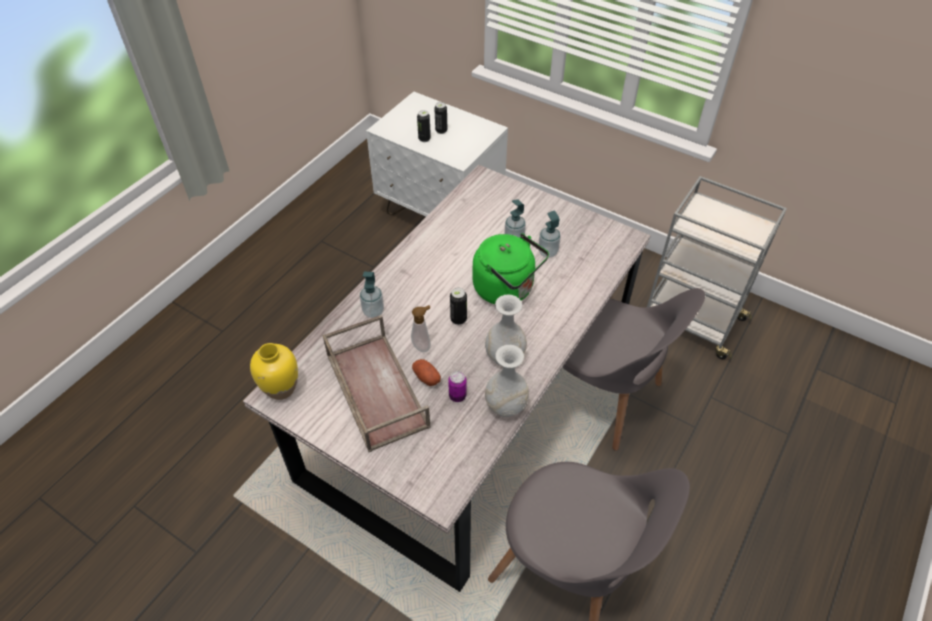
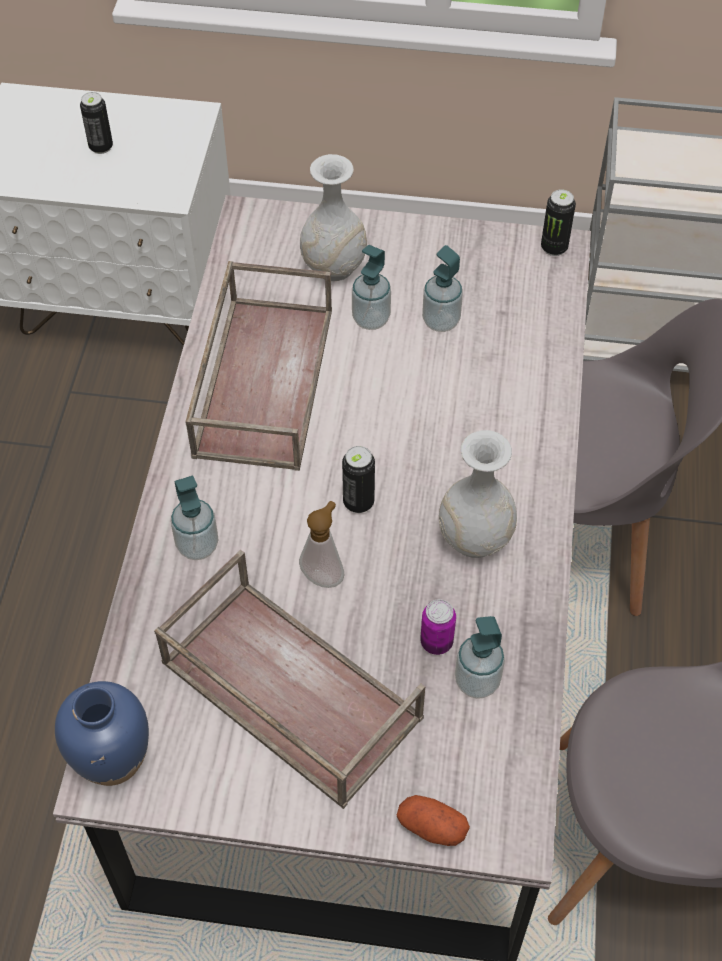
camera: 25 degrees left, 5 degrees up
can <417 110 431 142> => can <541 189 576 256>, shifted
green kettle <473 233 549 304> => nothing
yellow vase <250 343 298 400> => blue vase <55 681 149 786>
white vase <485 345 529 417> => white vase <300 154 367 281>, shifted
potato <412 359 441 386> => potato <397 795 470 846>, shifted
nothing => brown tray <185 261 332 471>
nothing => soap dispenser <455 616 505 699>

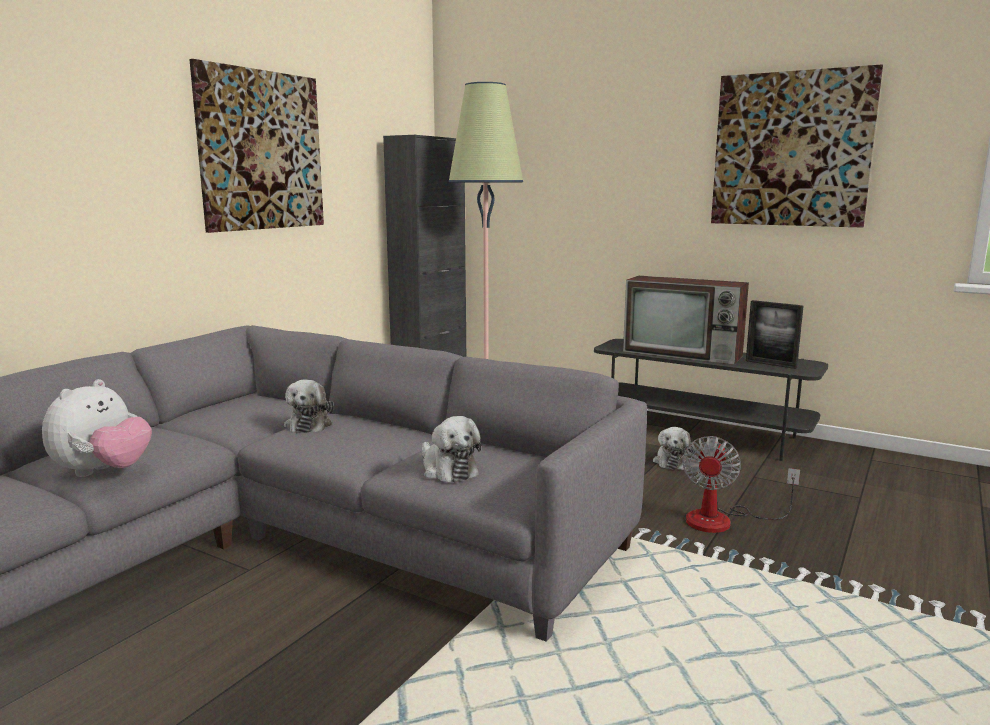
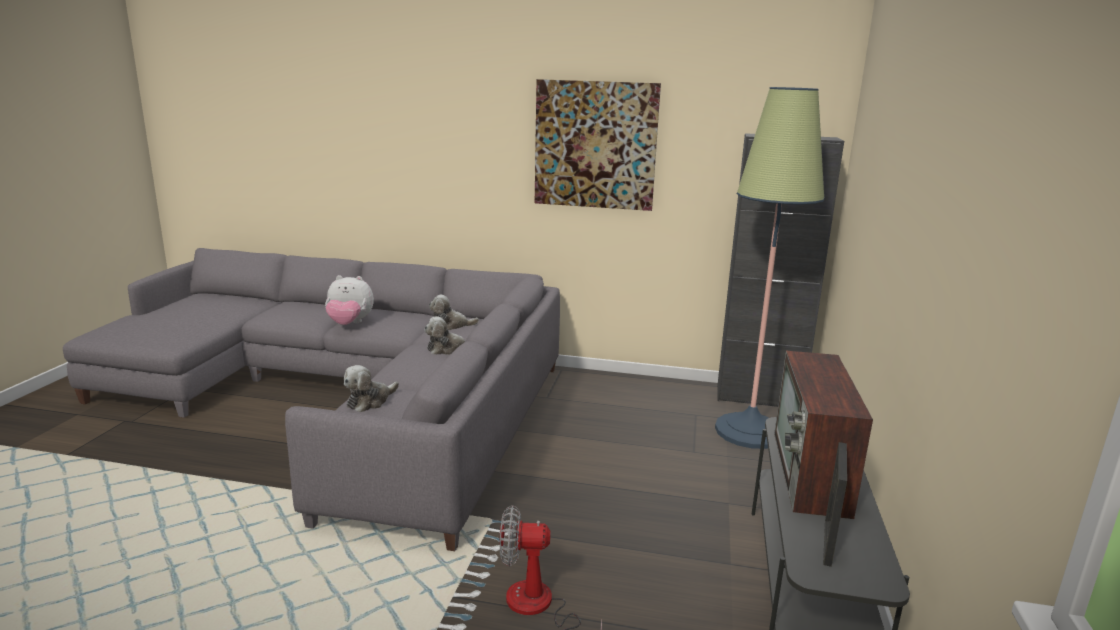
camera: 70 degrees right, 5 degrees up
picture <711 64 883 228> => nothing
plush toy <653 427 695 470> => plush toy <429 295 479 331>, shifted

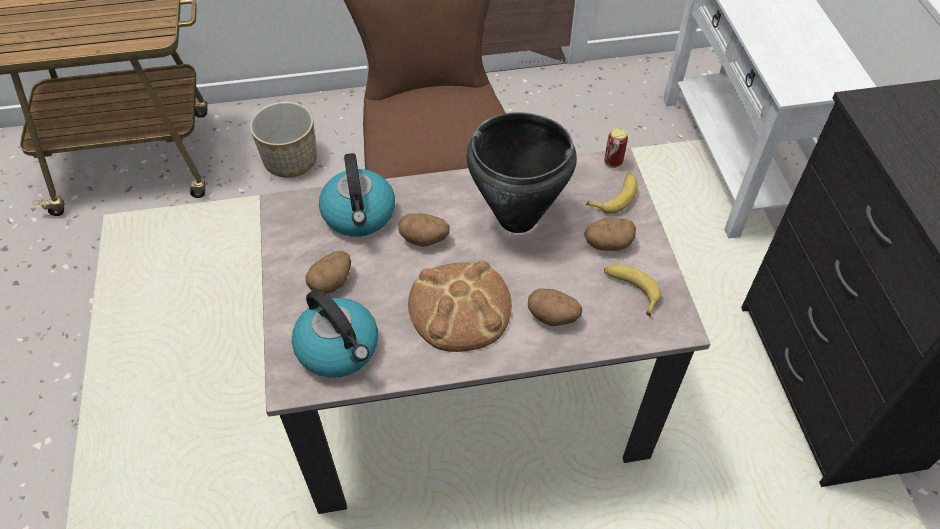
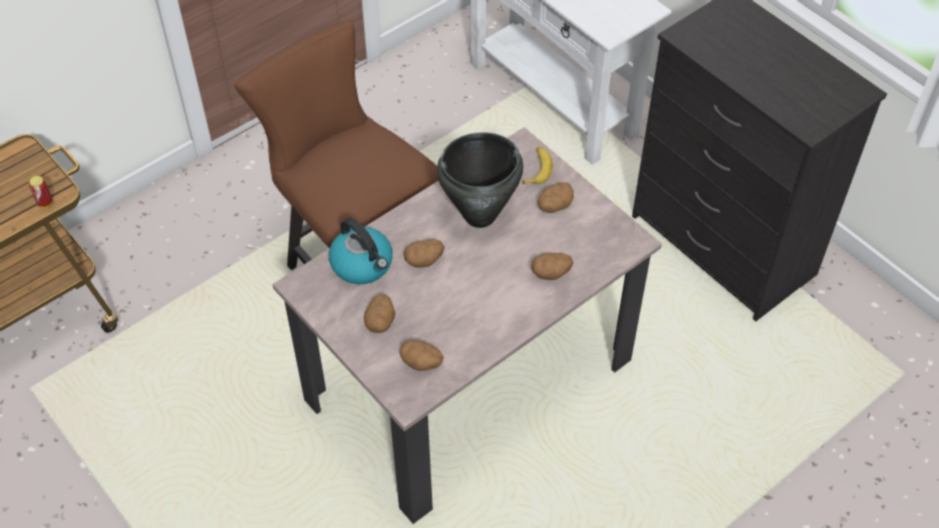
camera: 30 degrees left, 0 degrees up
planter <250 102 317 178> => nothing
can <604 128 628 168> => can <29 176 53 208>, shifted
bread <408 261 512 352> => nothing
banana <604 265 661 317> => nothing
kettle <292 289 378 378> => potato <399 340 444 371>

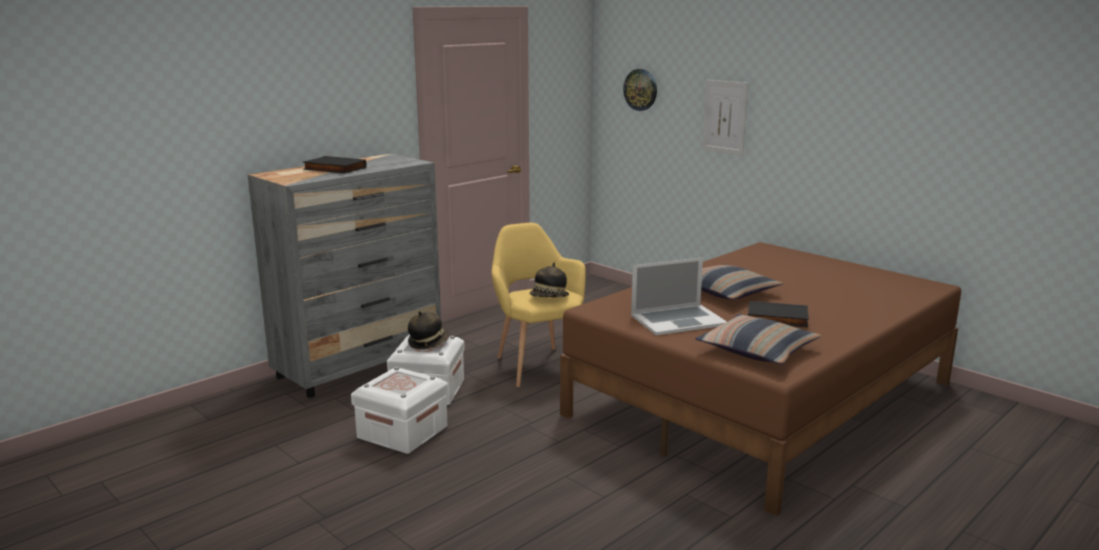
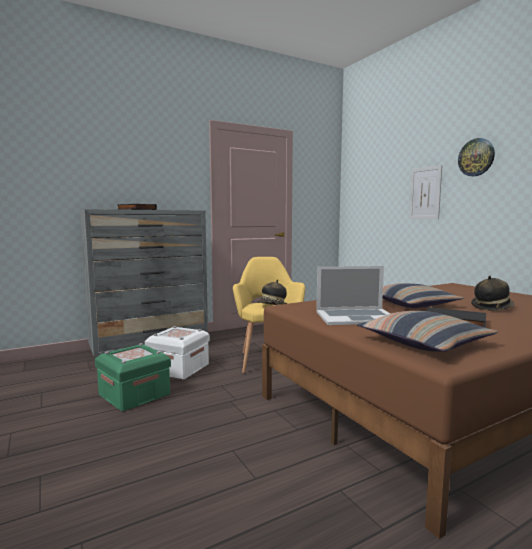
camera: 15 degrees right, 10 degrees down
wall clock <623 69 657 111> => wall clock <458 138 495 176>, shifted
hat <408 311 450 350> => hat <471 275 515 311>, shifted
white storage box <351 367 448 454> => green storage box <95 343 171 412>

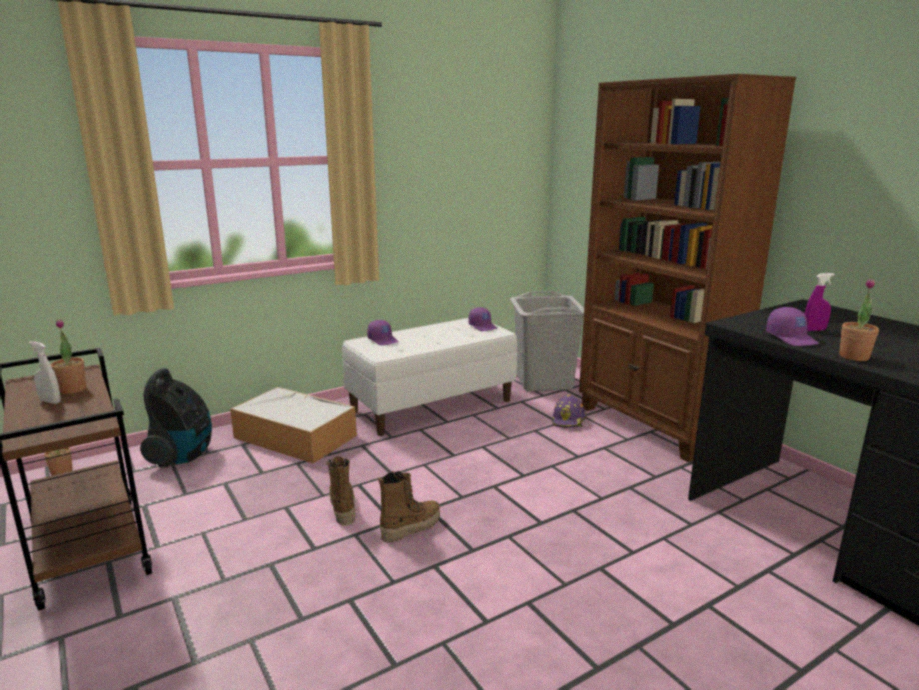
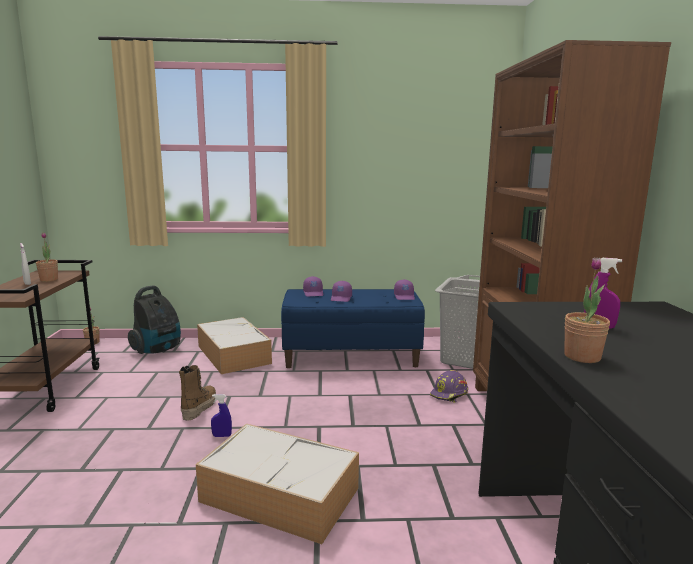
camera: 30 degrees right, 5 degrees down
purple cap <766 307 819 346> => purple cap <331 281 352 302>, shifted
white bench <342 318 518 436> => blue bench <281 289 425 368>
boot <378 471 440 543> => blue spray bottle <211 394 232 437>
nothing => storage box <196 424 359 544>

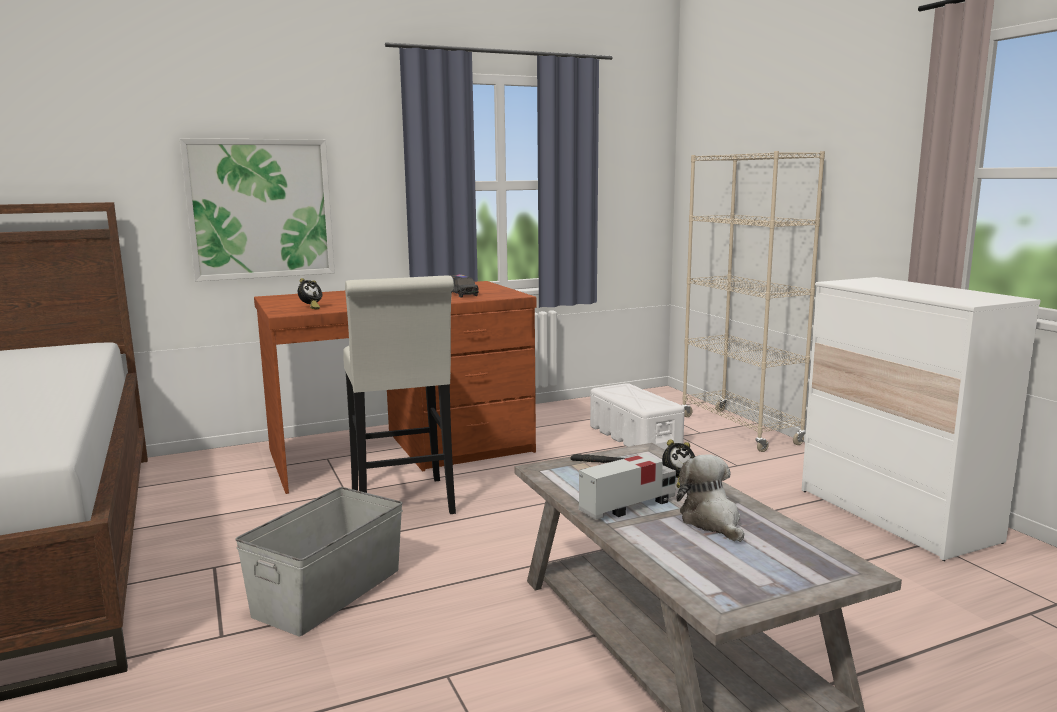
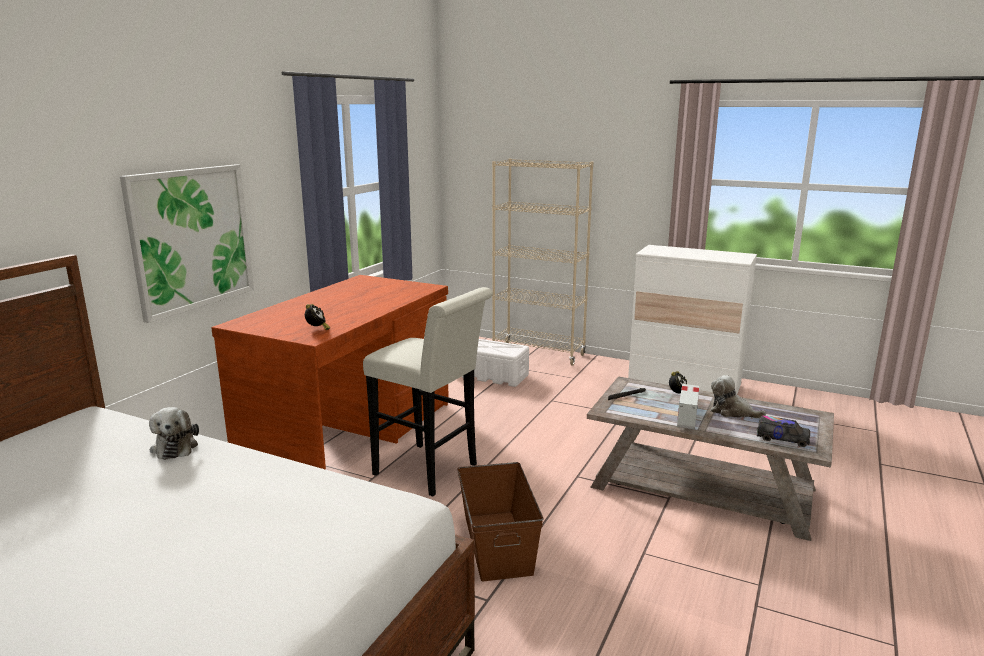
camera: 40 degrees left, 5 degrees up
toy truck <449 274 479 298> => toy truck <757 416 810 447>, shifted
grey storage box <235 487 403 636> => brown storage box <457 462 544 581>
nothing => plush toy <149 407 199 460>

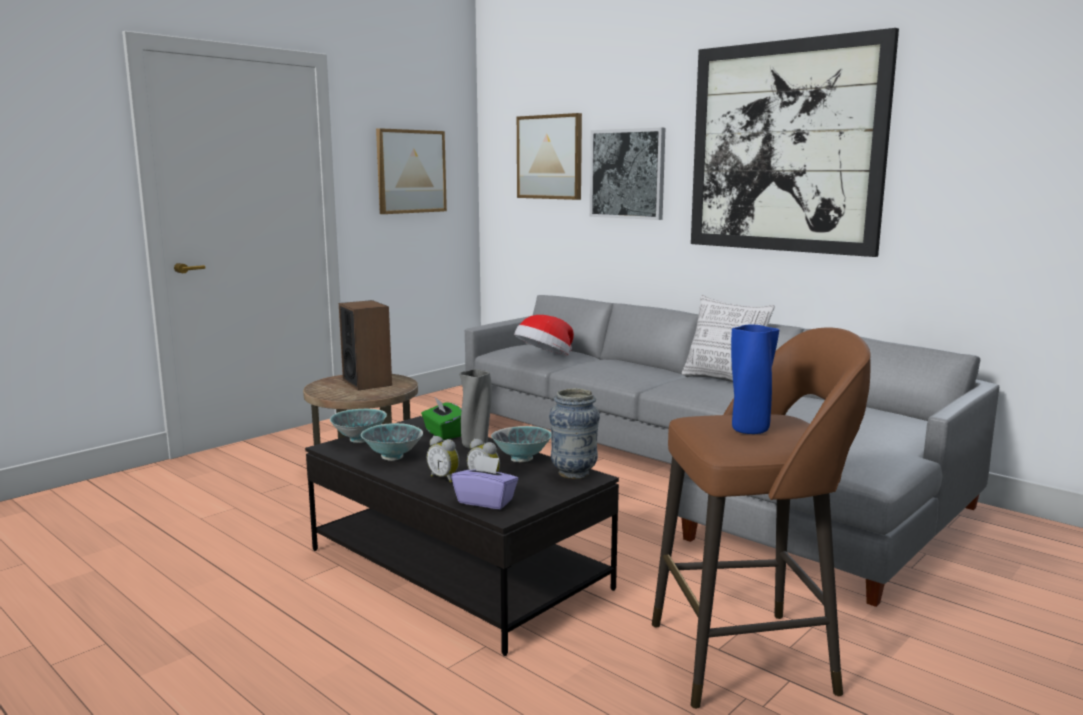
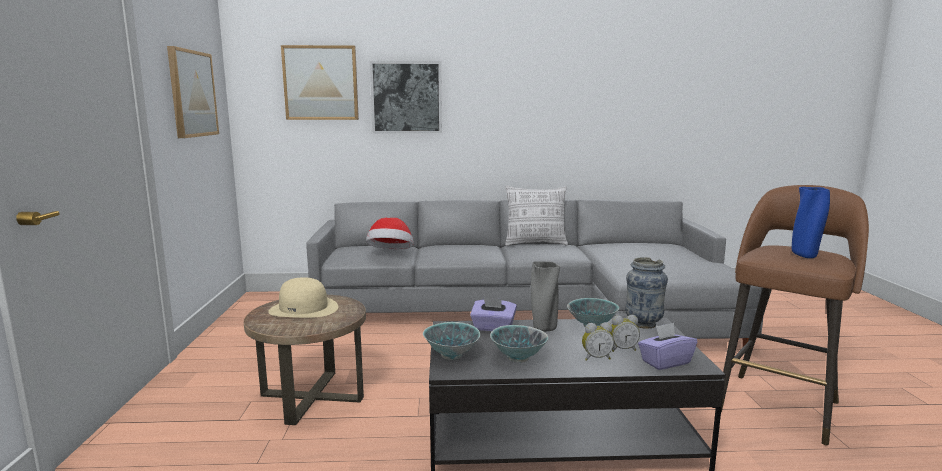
camera: 45 degrees left, 0 degrees up
picture <691 28 899 257> => nothing
speaker <339 300 392 390> => beige hat <268 277 338 318>
green tissue box <421 398 462 440> => purple tissue box <470 297 517 331>

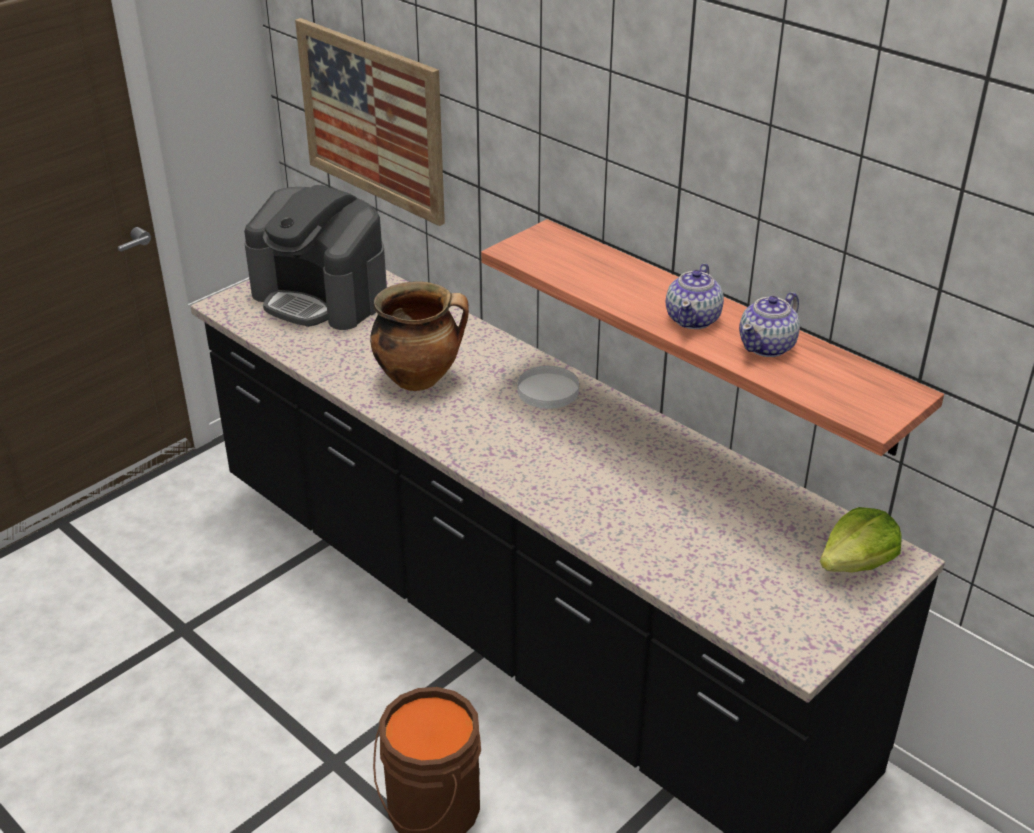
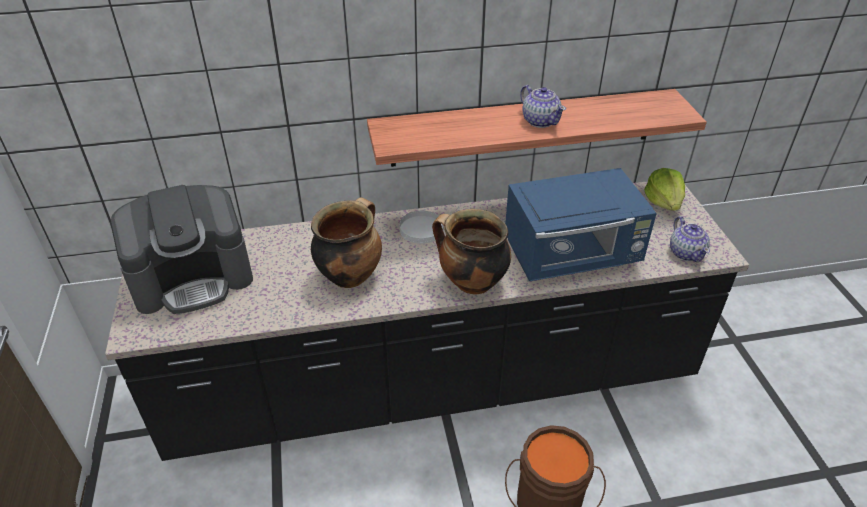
camera: 55 degrees left, 5 degrees up
picture <295 18 445 226> => nothing
teapot <739 292 800 357> => teapot <670 216 710 262>, shifted
nothing => blue microwave <505 168 657 281>
nothing => cooking pot <432 209 511 294>

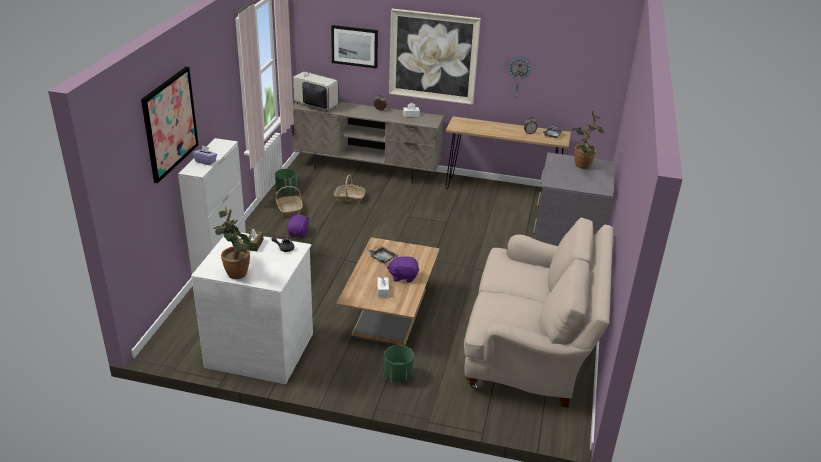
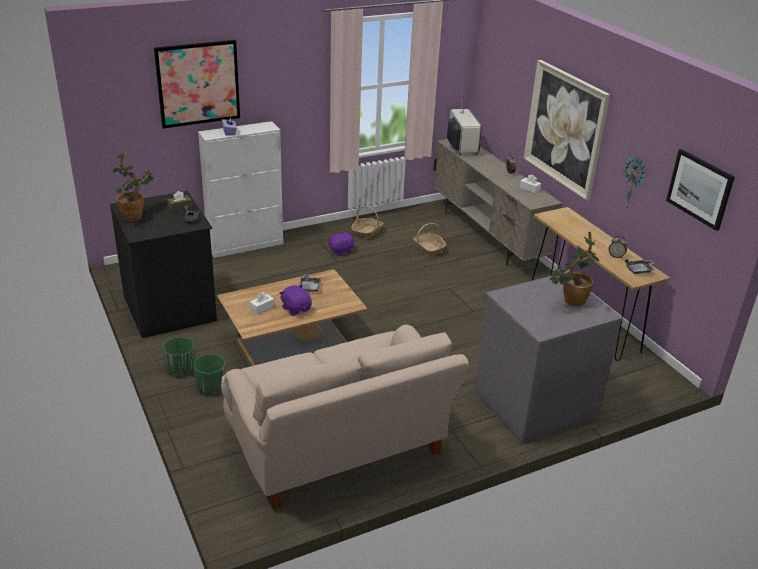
camera: 50 degrees right, 0 degrees up
picture <331 25 378 69> => picture <666 149 735 231>, shifted
green planter <275 169 297 194> => green planter <163 337 196 374>, shifted
white dresser <191 232 313 384> => black dresser <110 191 217 338>

